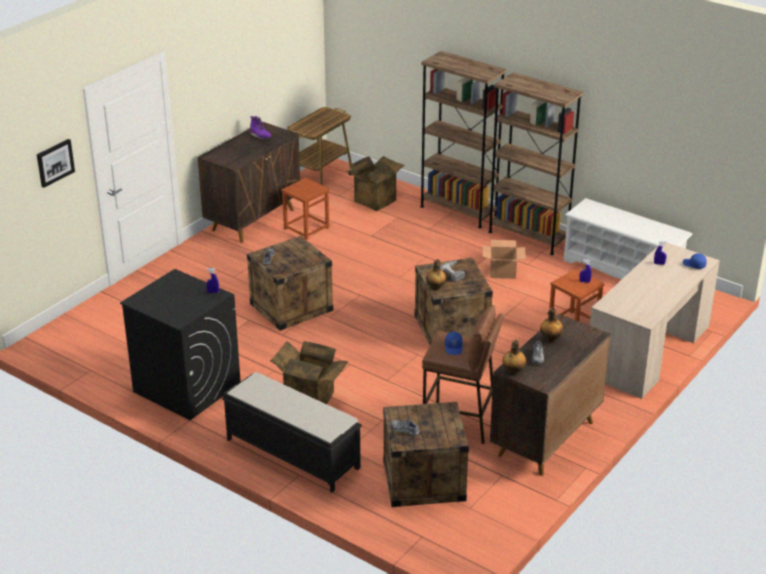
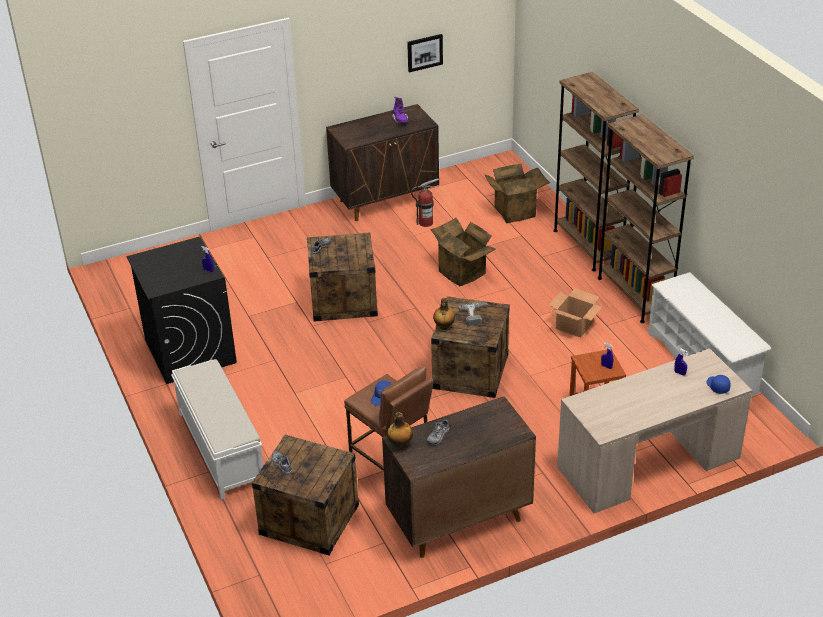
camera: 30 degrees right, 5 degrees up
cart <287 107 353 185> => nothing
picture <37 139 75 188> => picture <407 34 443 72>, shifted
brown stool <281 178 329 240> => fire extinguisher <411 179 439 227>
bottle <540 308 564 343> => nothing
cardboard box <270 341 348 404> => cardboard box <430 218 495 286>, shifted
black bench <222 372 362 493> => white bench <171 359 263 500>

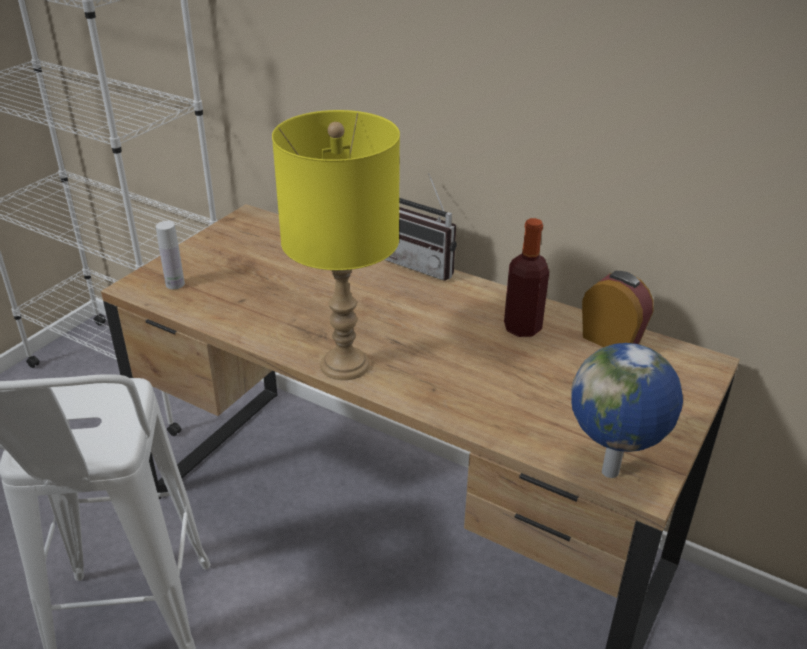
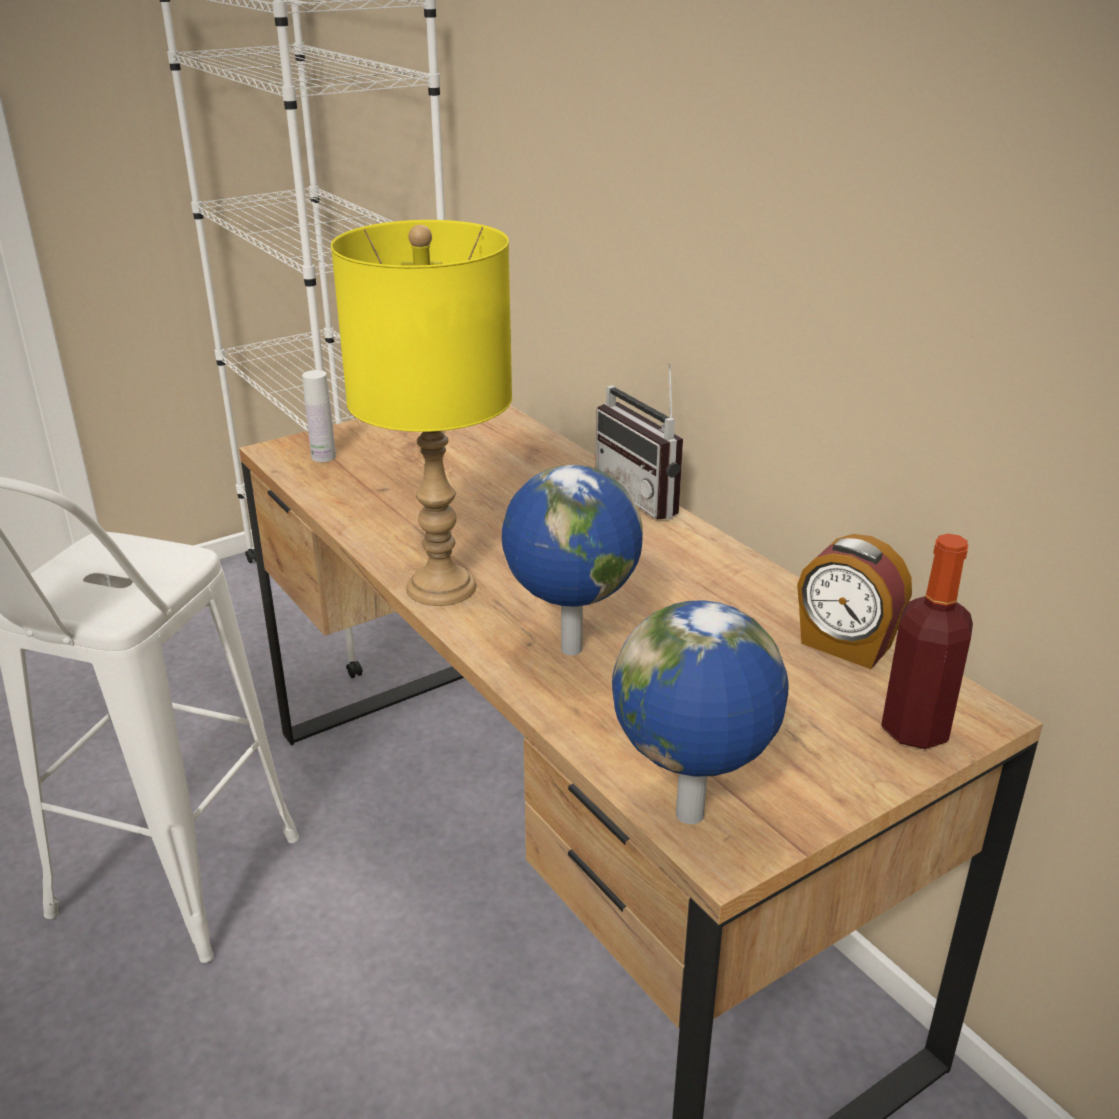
camera: 25 degrees right, 5 degrees down
bottle <504 218 549 337> => bottle <881 534 973 749>, shifted
alarm clock <582 271 654 347> => alarm clock <797 534 912 669>, 150 degrees clockwise
nothing => globe <501 465 643 655>

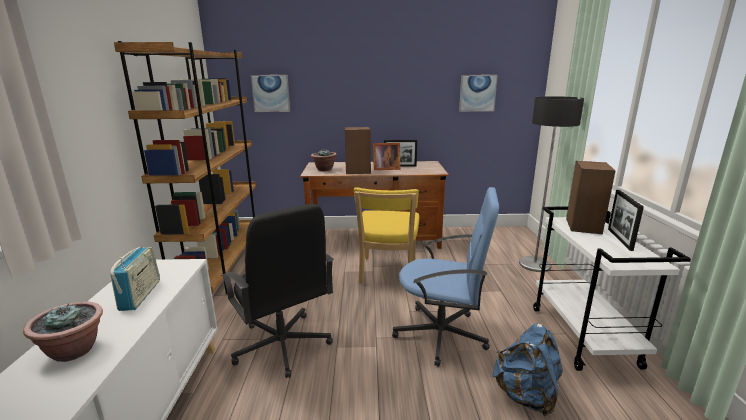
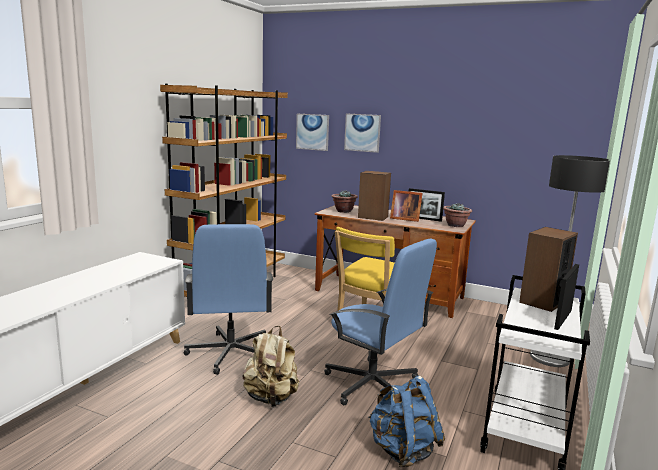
camera: 25 degrees right, 5 degrees down
picture <459 75 498 112> => picture <344 113 381 153>, shifted
black office chair <221 204 334 378> => blue office chair <183 224 273 375>
radio <110 247 160 311> => nothing
potted plant <23 301 103 362> => potted plant <443 203 472 227>, shifted
nothing => beige backpack <243 326 299 407>

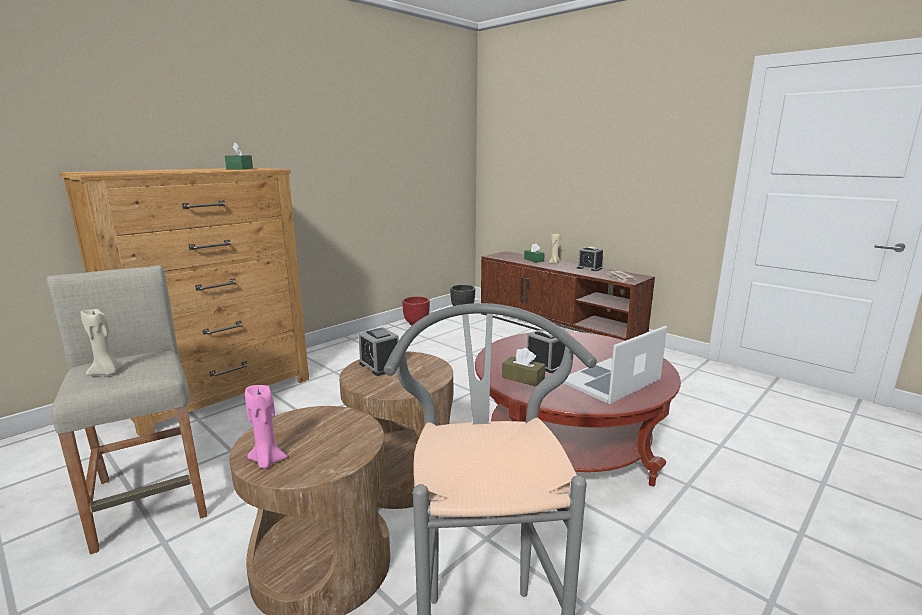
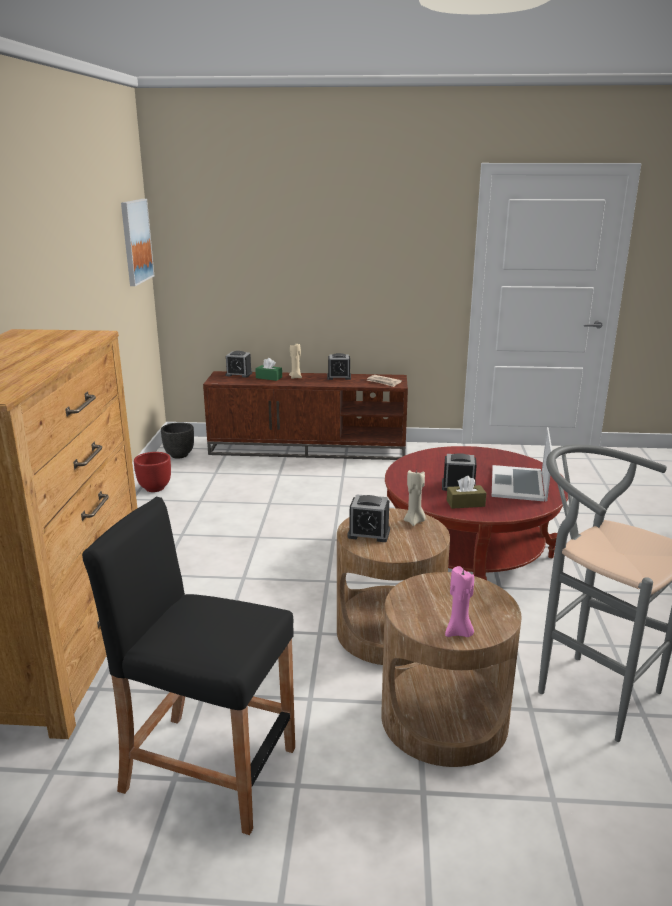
camera: 40 degrees left, 5 degrees up
green tissue box <225 142 253 170> => nothing
beige stool <46 265 207 554> => black stool <82 497 295 835>
beige candle <81 309 125 376> => beige candle <404 470 426 526>, shifted
nothing => picture <121 199 154 286>
nothing => alarm clock <225 351 252 377>

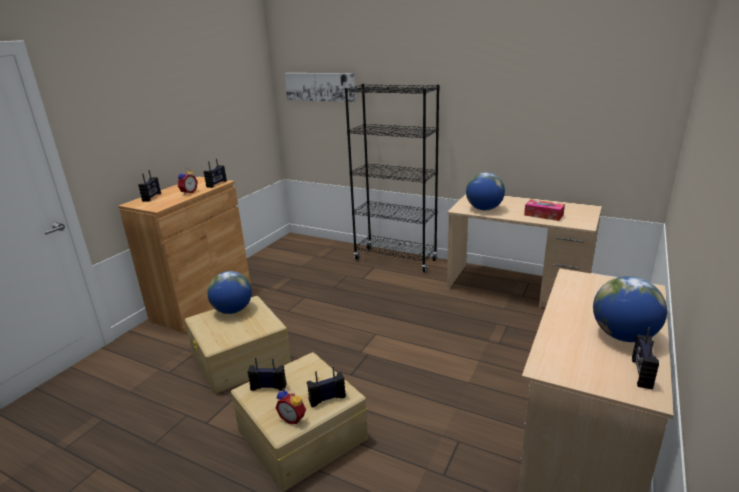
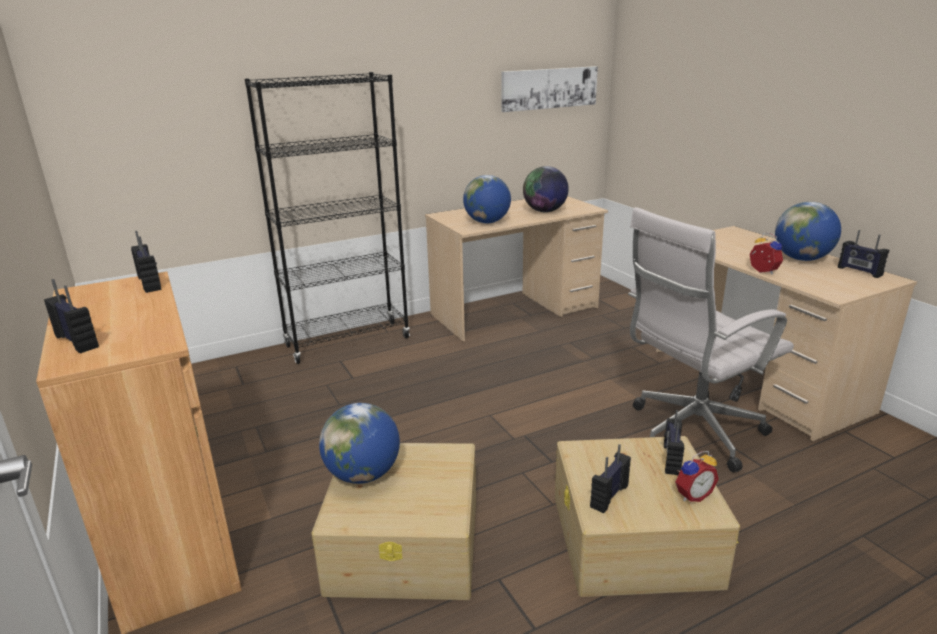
camera: 55 degrees left, 0 degrees up
picture <284 73 356 102> => picture <501 66 598 112>, shifted
alarm clock <178 168 198 195> => alarm clock <749 233 783 274>, shifted
tissue box <524 199 565 221> => globe <523 166 569 212>
nothing => white office chair <628 207 794 472>

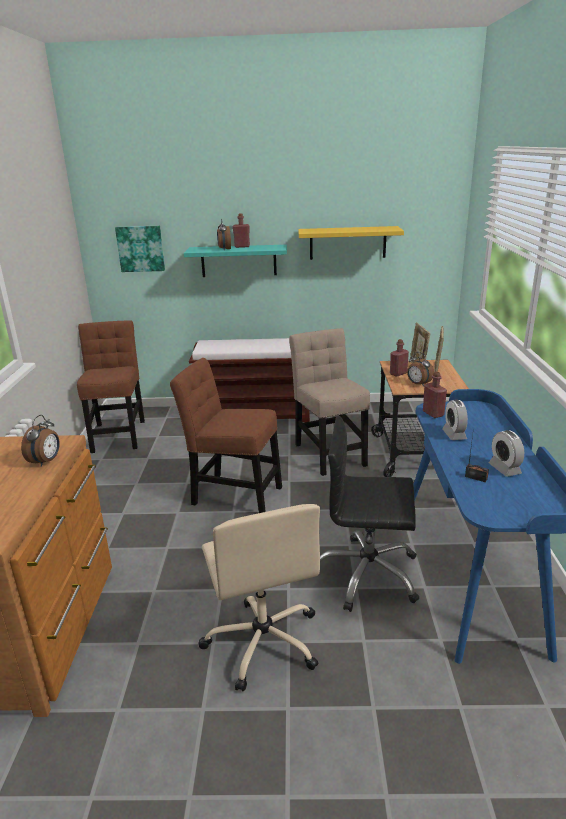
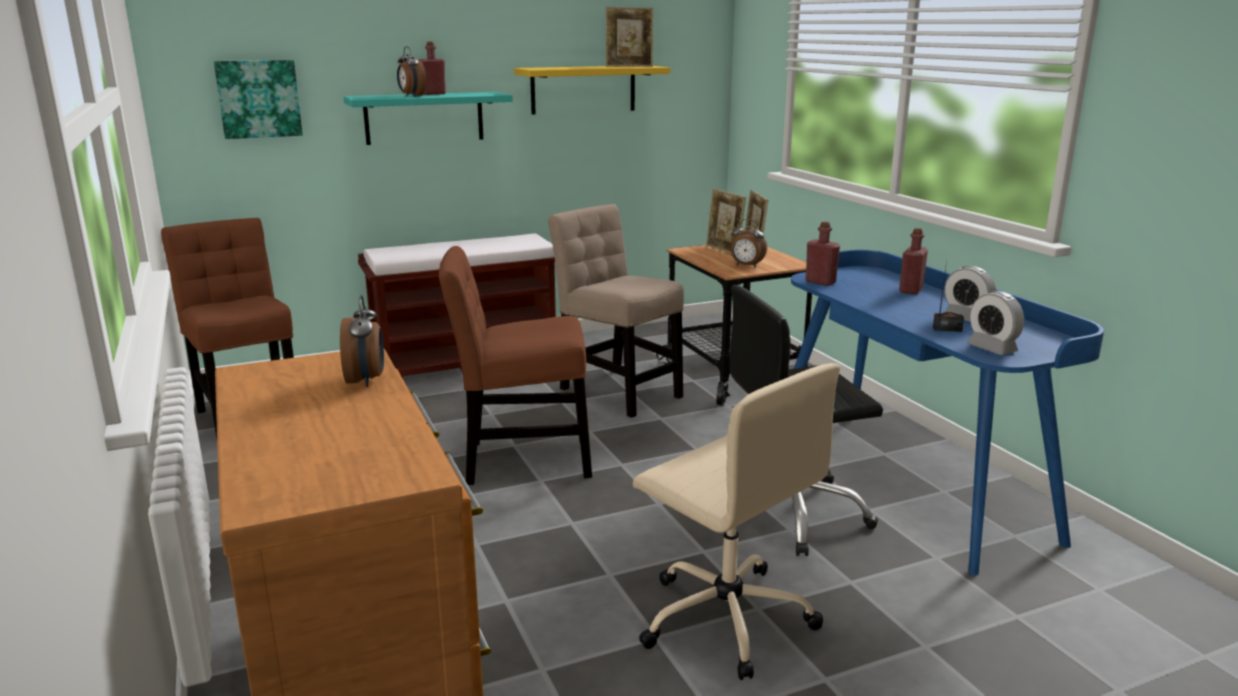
camera: 25 degrees left, 5 degrees down
red bottle <390 339 409 377> => red bottle <899 228 928 294>, shifted
alarm clock <442 400 468 440> => alarm clock <967 291 1024 355>, shifted
nothing => picture frame <606 6 654 67>

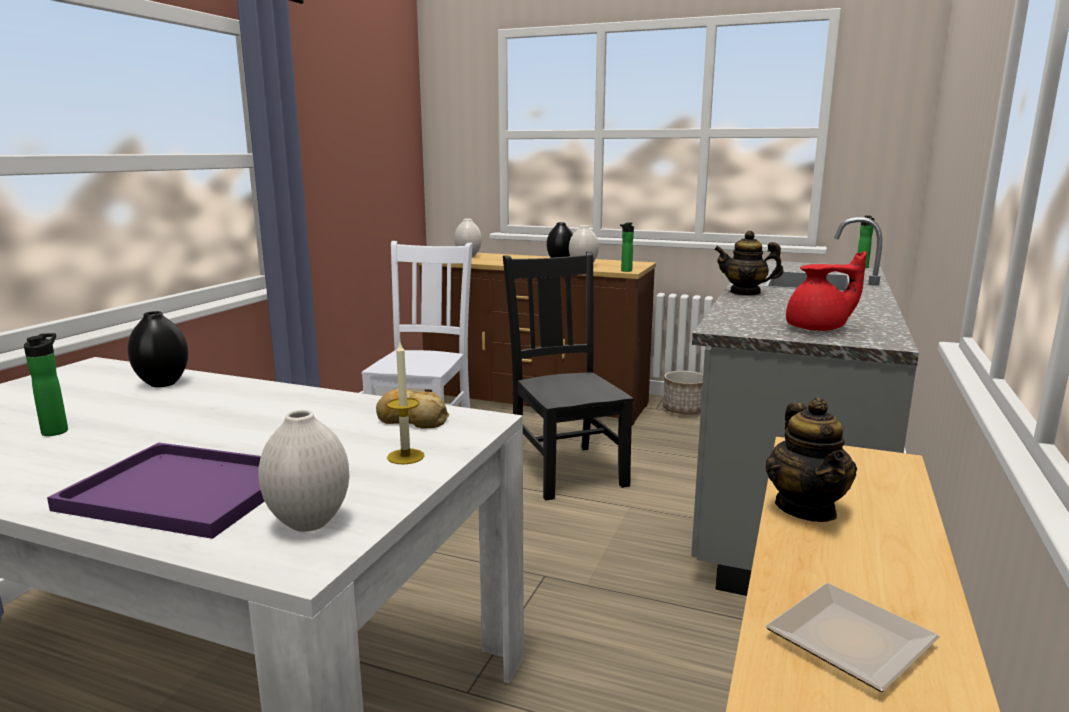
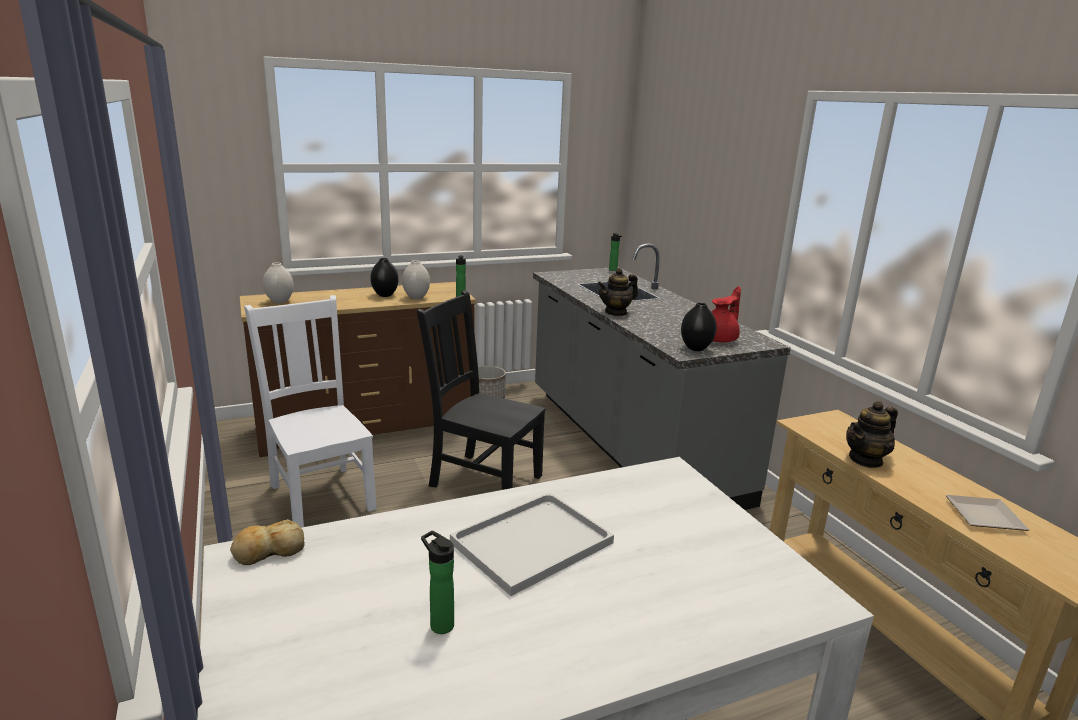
camera: 45 degrees left, 5 degrees up
black vase <127 311 188 387> => black vase <681 303 717 351>, shifted
candle <387 343 424 465> => nothing
bread <376 389 449 429> => bread <230 519 305 565>, shifted
teapot <765 397 857 522> => teapot <846 401 898 468>, 105 degrees clockwise
white vase <258 410 349 532> => nothing
purple tray <47 443 265 539> => nothing
nothing => white tray <450 492 614 596>

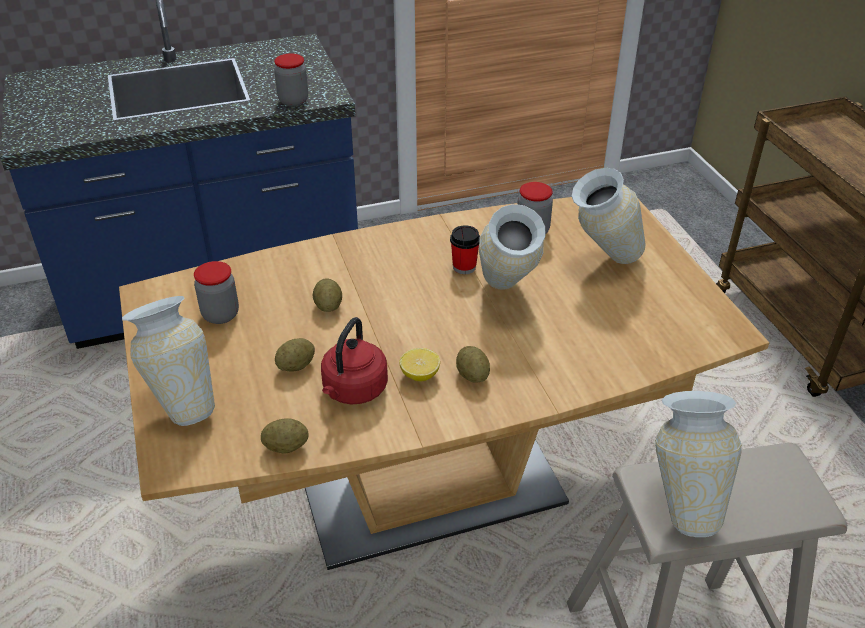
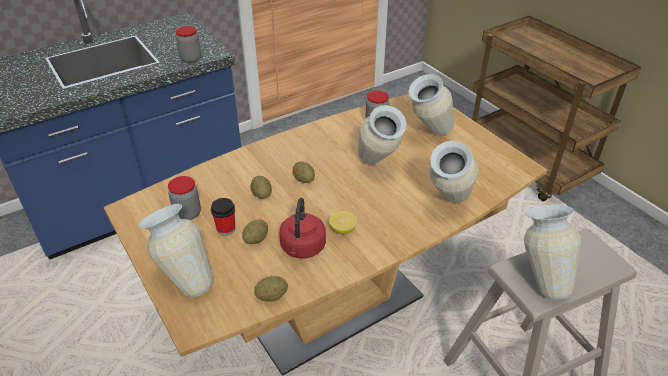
camera: 15 degrees left, 0 degrees up
cup <450 225 480 274> => cup <211 198 235 236>, shifted
potato <456 346 490 383> => potato <293 162 315 183>, shifted
nothing => vase <429 141 478 203>

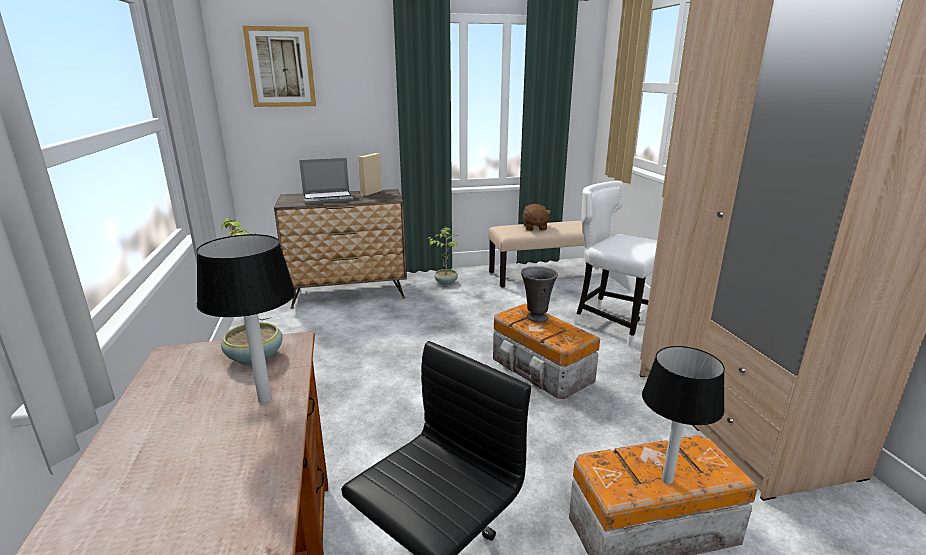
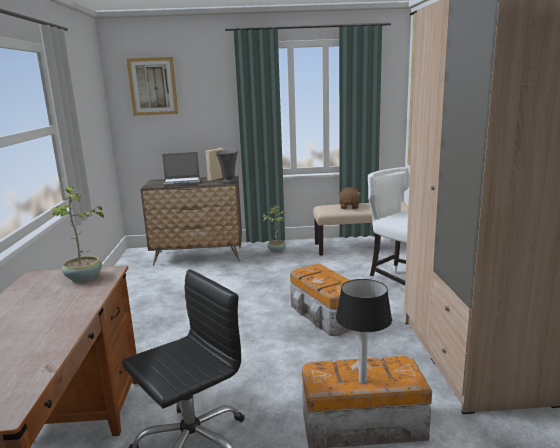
camera: 10 degrees right, 5 degrees down
table lamp <196 234 296 403> => nothing
grey vase <521 266 558 322> => grey vase <216 150 238 183>, shifted

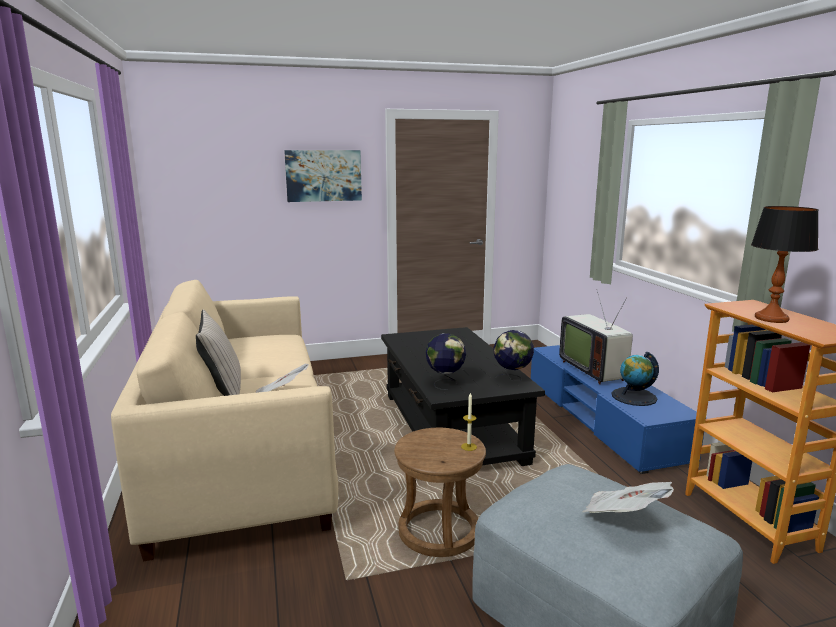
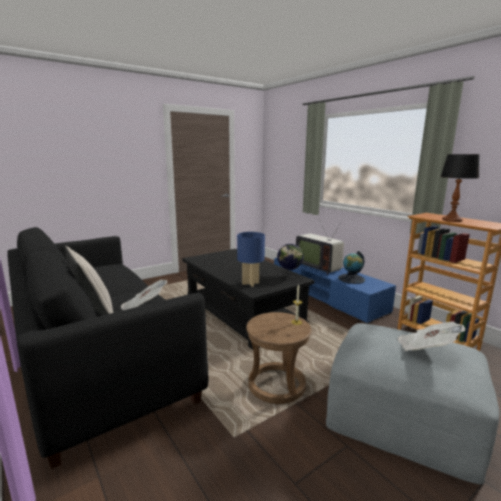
camera: 20 degrees left, 0 degrees up
picture <284 150 362 202> => nothing
beige sofa <111 280 338 562> => black sofa <7 227 208 469>
globe <426 333 466 390> => blue table lamp <237 232 265 287>

